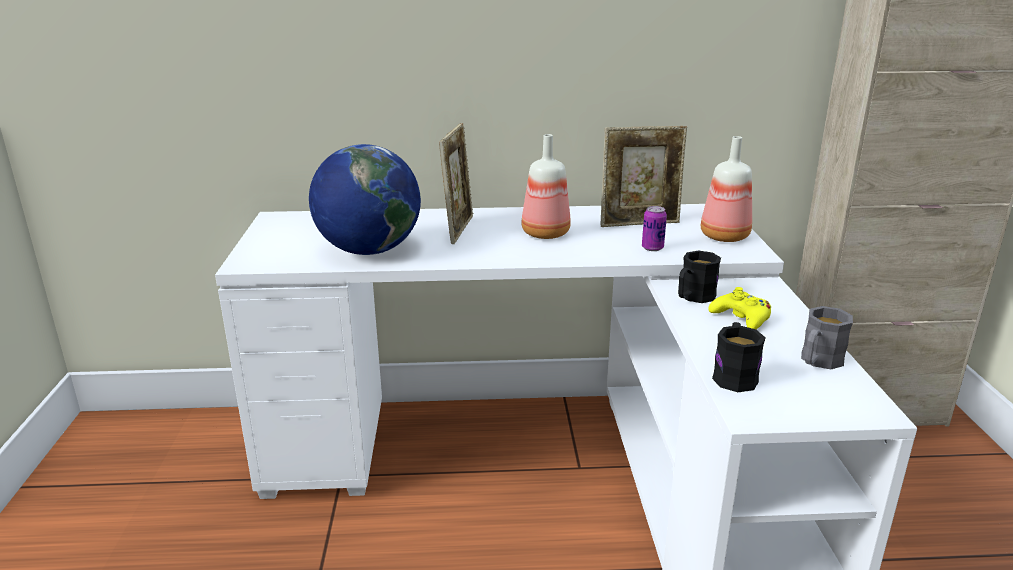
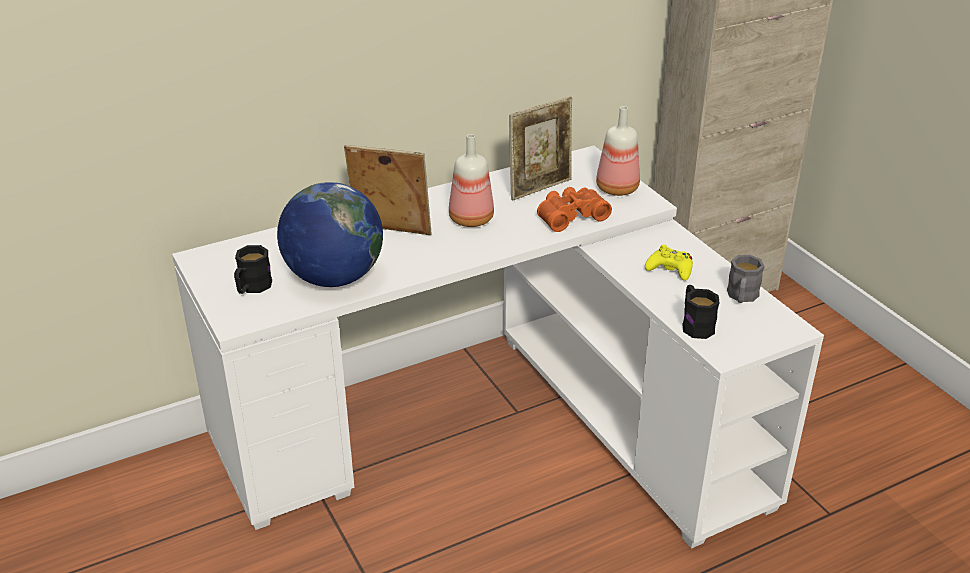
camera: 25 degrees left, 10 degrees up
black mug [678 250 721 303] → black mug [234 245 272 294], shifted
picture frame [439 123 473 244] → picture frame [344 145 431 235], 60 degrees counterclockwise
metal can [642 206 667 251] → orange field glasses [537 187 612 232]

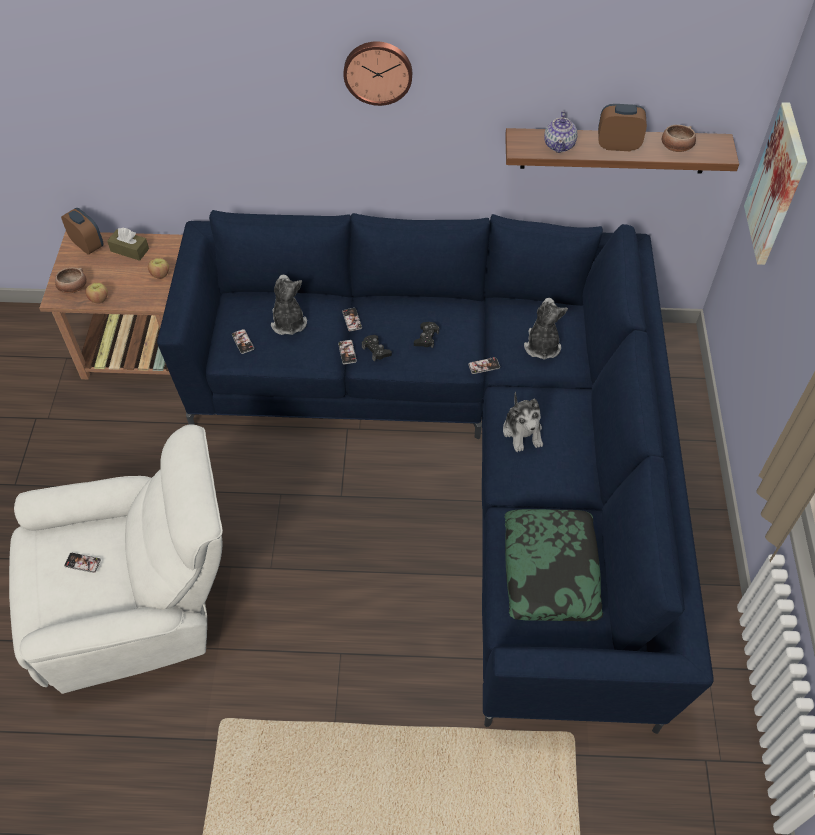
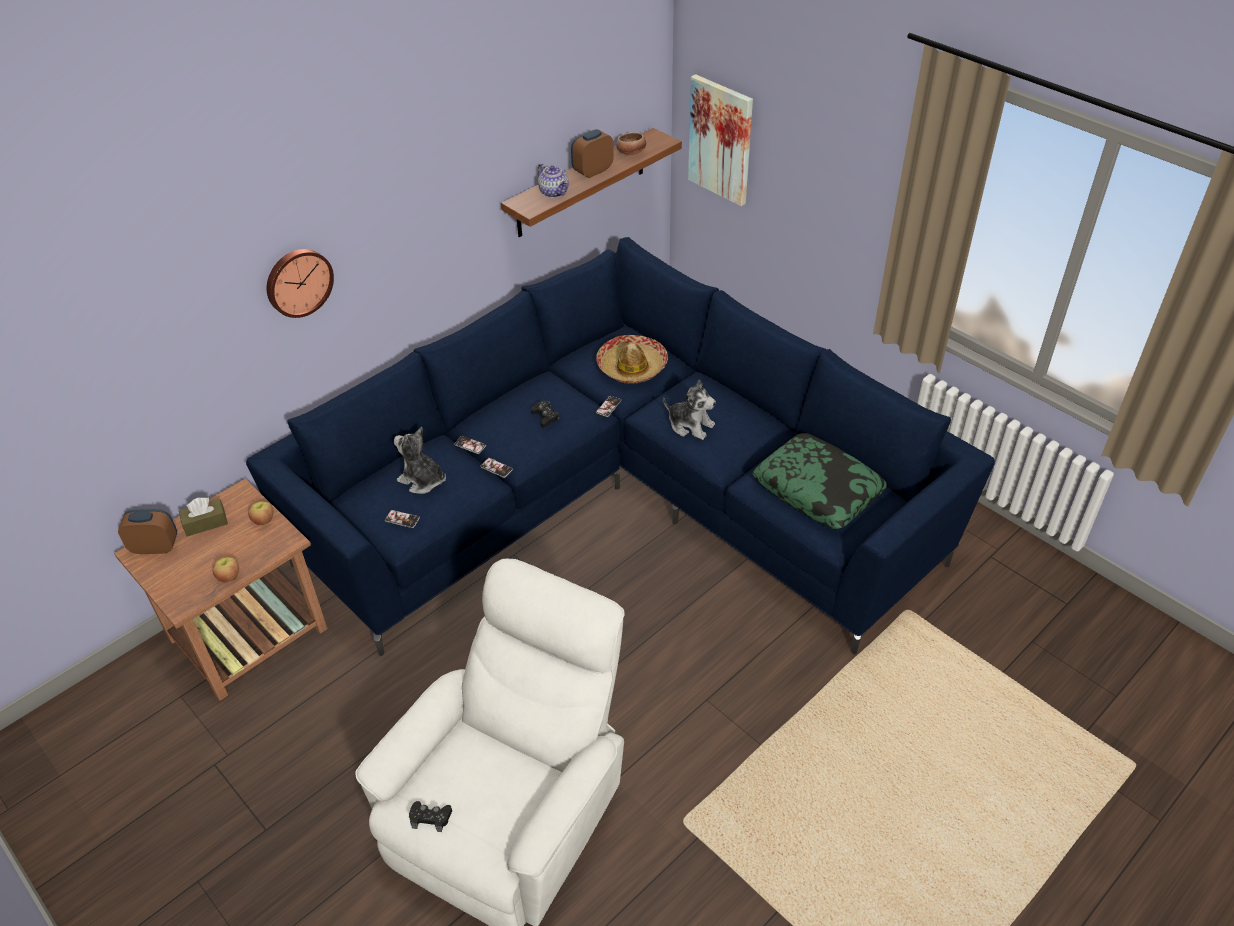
camera: 45 degrees left, 10 degrees down
wall clock [343 41 412 106] → wall clock [267 249 334 318], shifted
black joypad [362 335 392 362] → black joypad [409 801 452 832], shifted
cuddly toy [524 298 568 360] → hat [596 335 668 384]
serving bowl [55 267 87 294] → -
telephone [64 553 101 573] → -

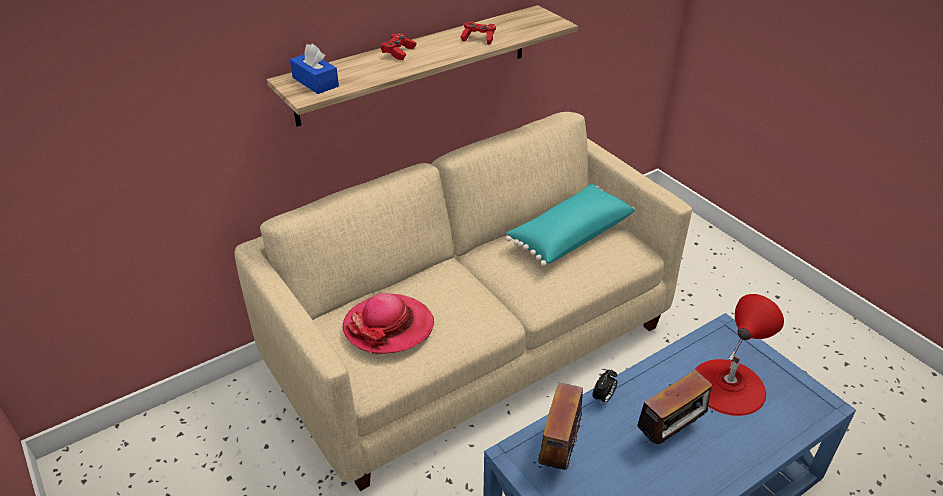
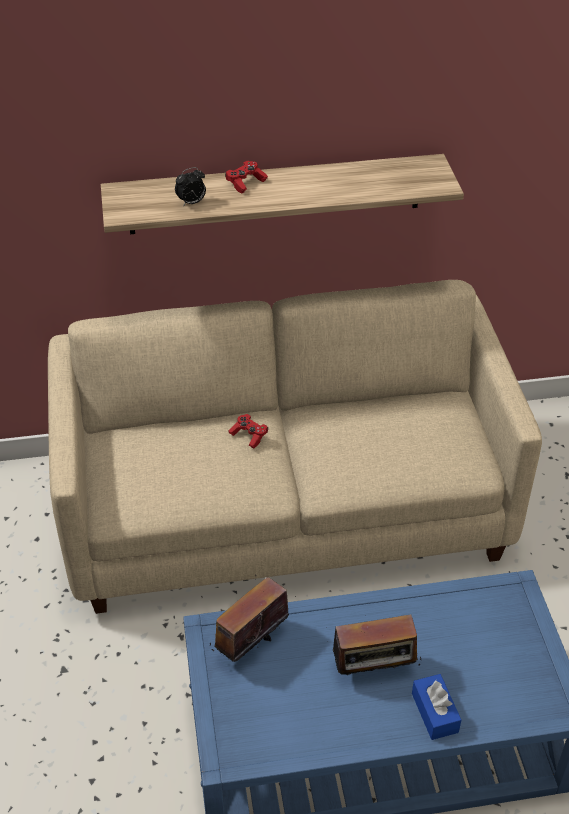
camera: 25 degrees right, 5 degrees up
alarm clock [592 369 617 404] → alarm clock [175 167 206 205], shifted
red joypad [460 21 496 45] → red joypad [229 414 268 449], shifted
blue-coloured tissue holder [290 43 339 94] → blue-coloured tissue holder [412 674 461 740], shifted
hat [343 293 434 355] → -
turquoise-coloured throw pillow [506 184 635 266] → -
red table lamp [694 294 784 416] → -

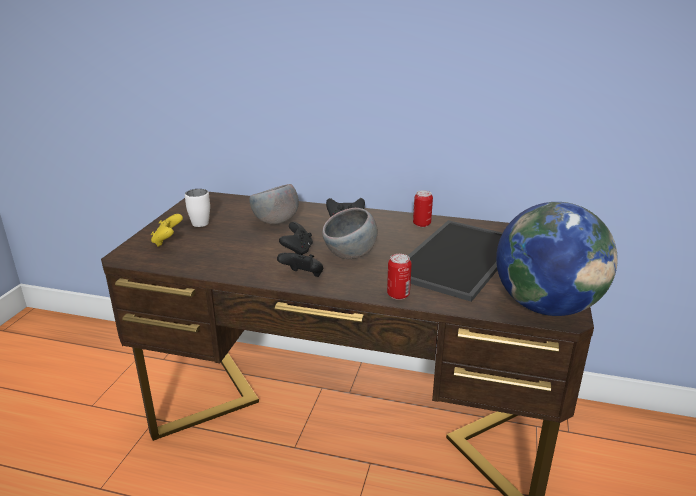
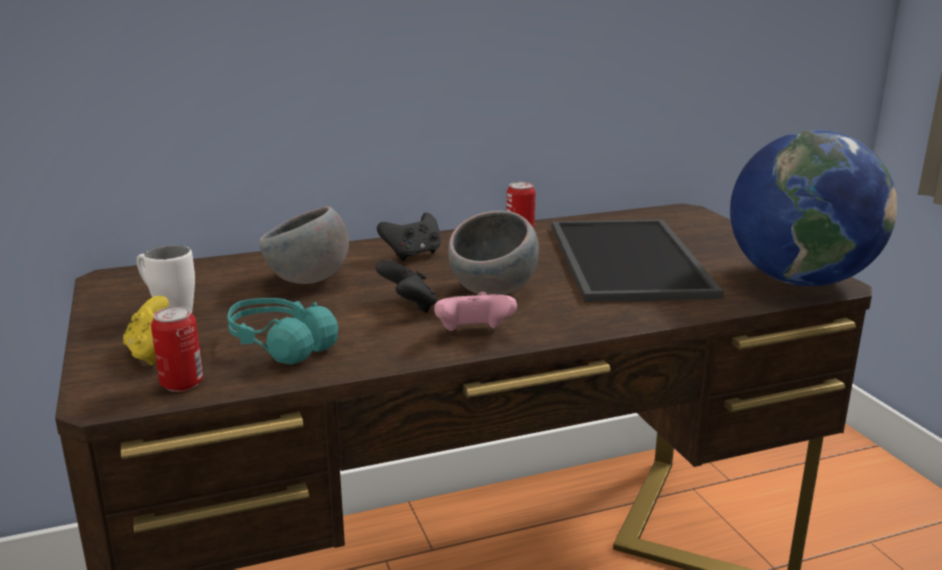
camera: 35 degrees left, 5 degrees down
metal can [387 254 412 300] → metal can [151 306 203 392], shifted
- → turquoise-coloured headset [227 298 338 365]
black joypad [277 253 323 277] → pink-coloured joypad [434 292 517 331]

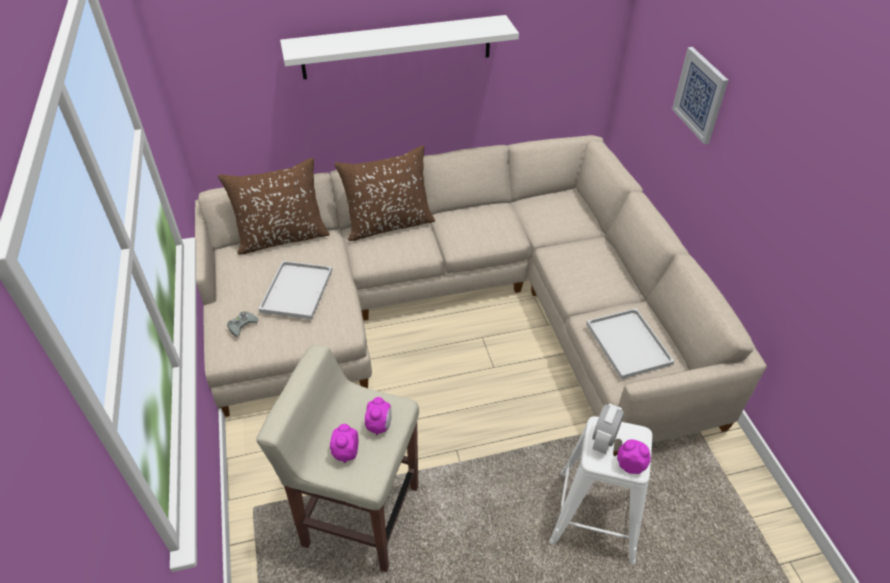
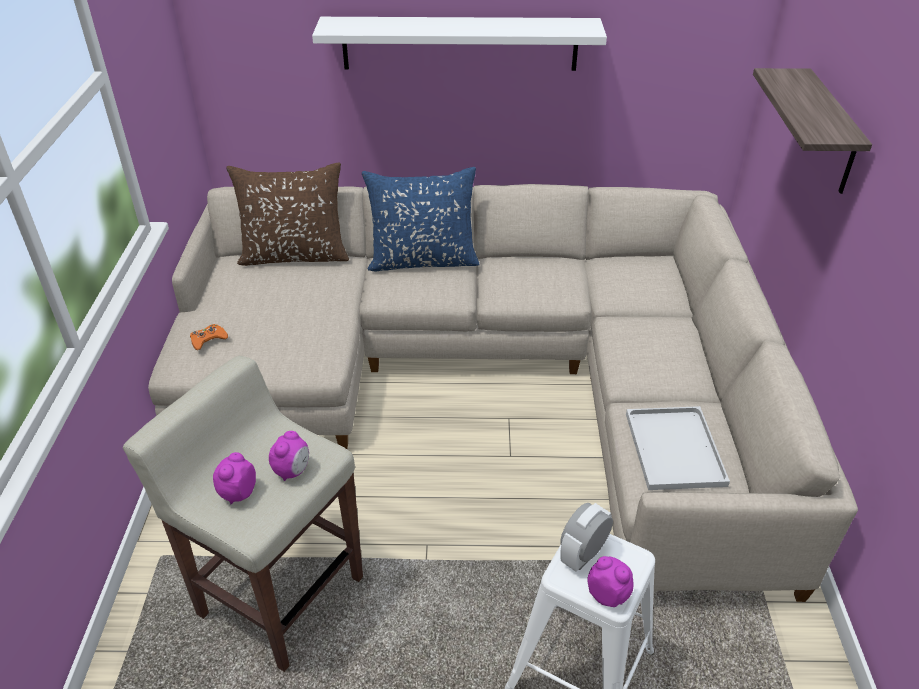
camera: 15 degrees right, 5 degrees down
greyish joypad [227 311 259 336] → orange joypad [190 324 228 350]
brown throw pillow [334 145 435 241] → blue-coloured throw pillow [362 167 480 271]
picture [672 47 729 144] → wall shelf [753 68 872 194]
whitish tray [259 261 332 320] → -

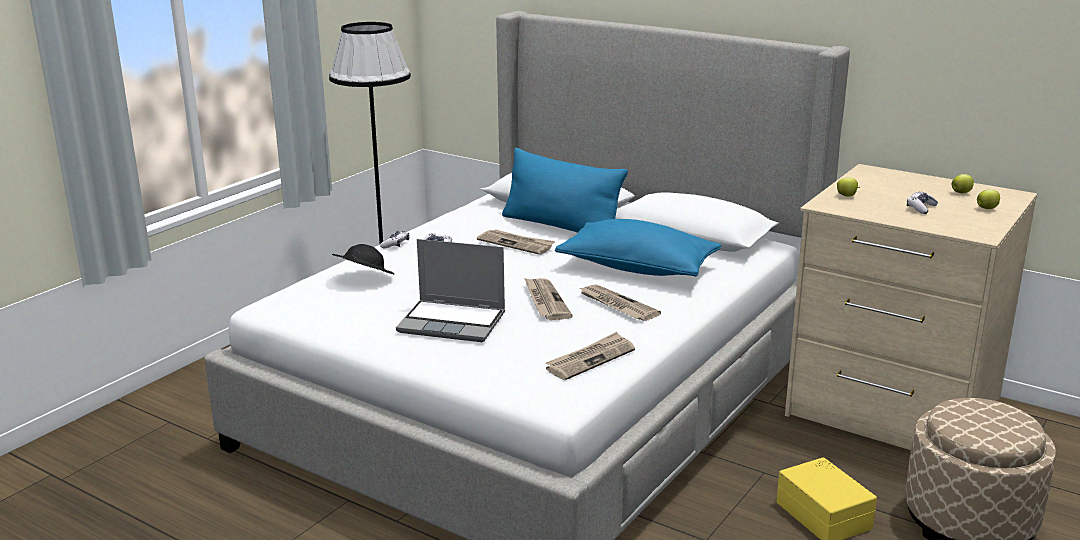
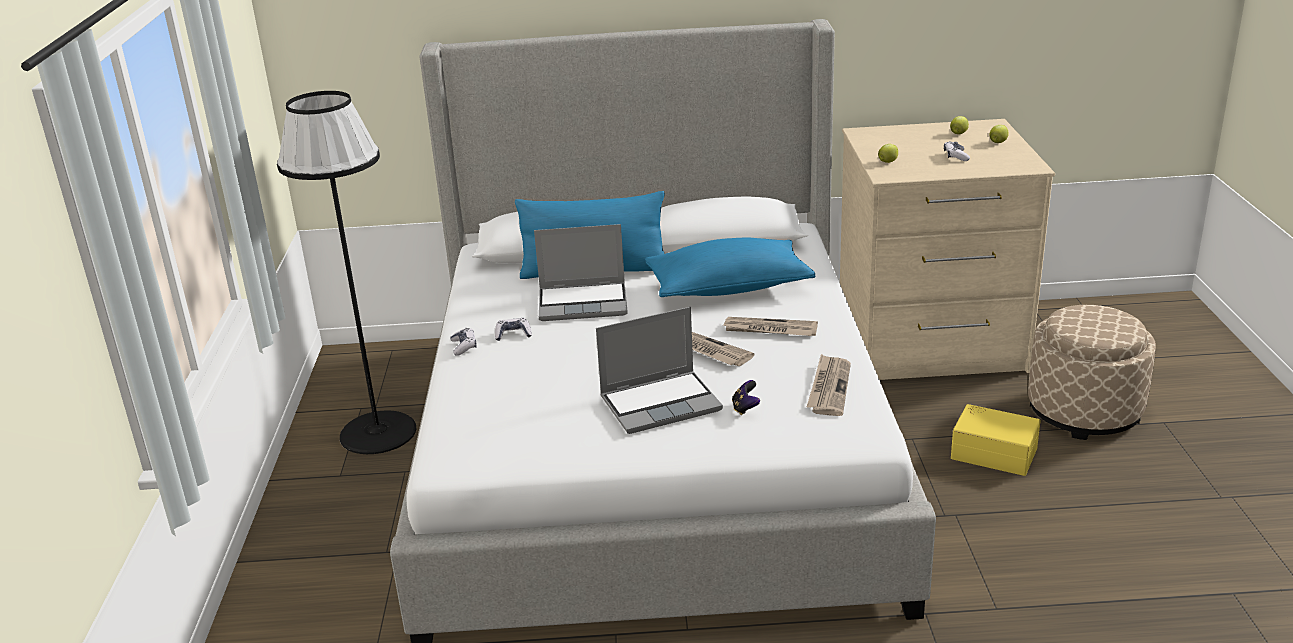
camera: 35 degrees left, 5 degrees up
daily paper [477 230 555 255] → notebook computer [534 224 628 321]
- → joypad [732 380 760 415]
black hat [332 244 394 275] → -

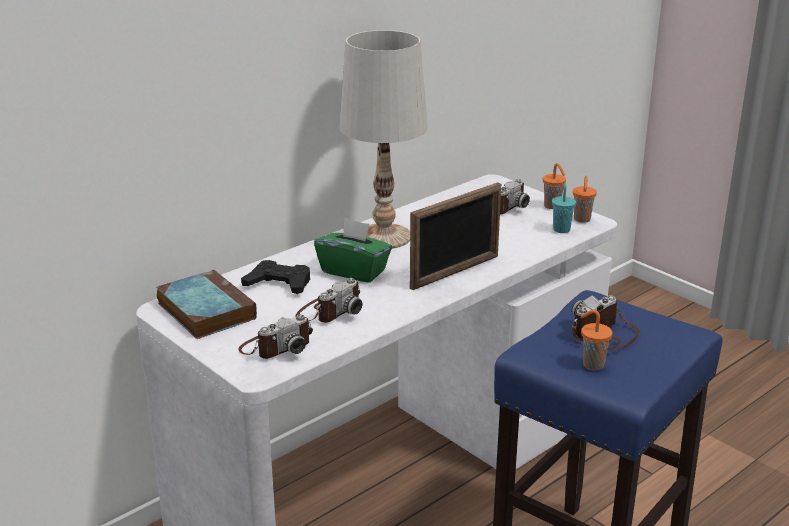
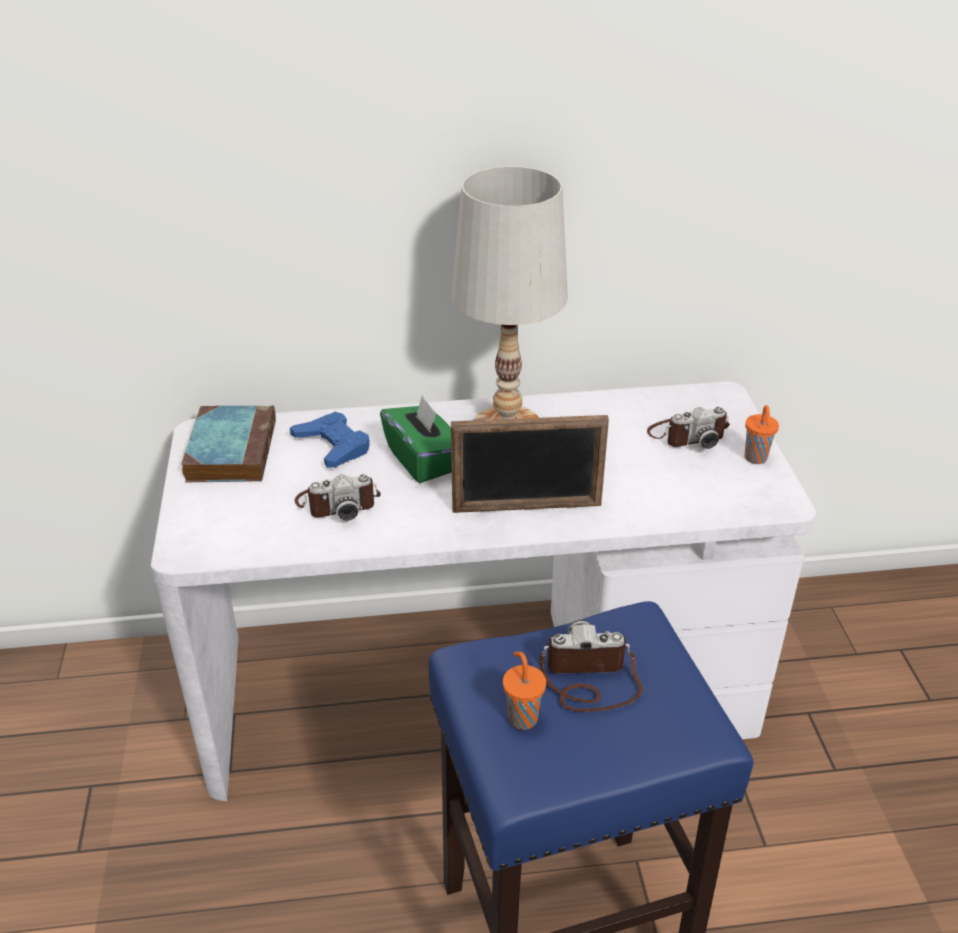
camera: 35 degrees right, 10 degrees up
black joypad [241 260 310 294] → blue-coloured joypad [290 412 370 468]
photo camera [238 314 313 359] → -
turquoise-coloured cup [552 183 576 233] → -
orange cup [573 176 597 223] → -

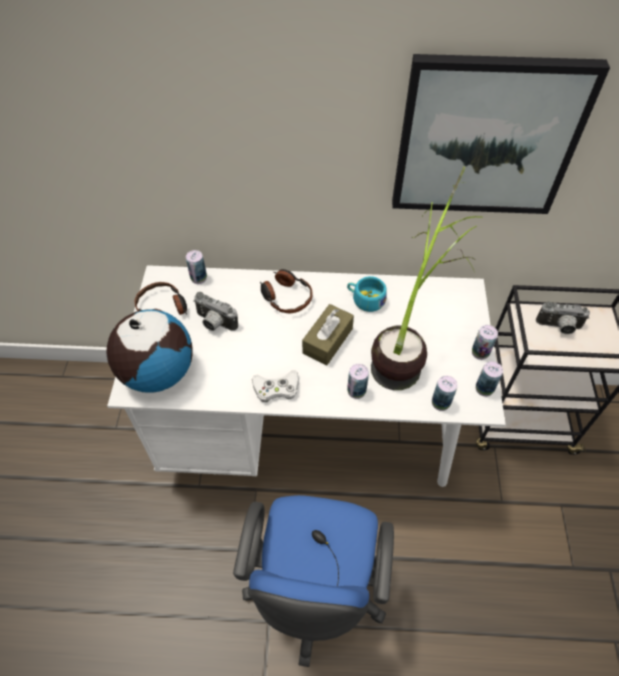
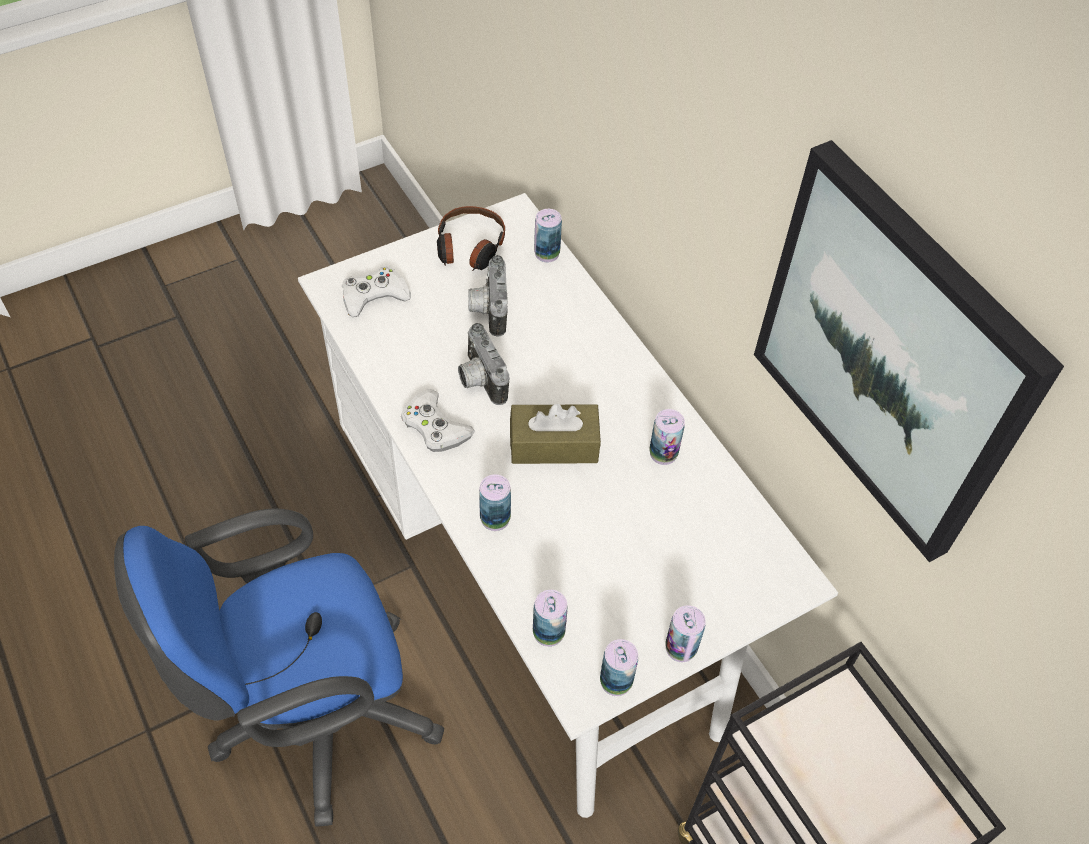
camera: 55 degrees right, 0 degrees up
world globe [107 309 193 393] → whitish joypad [342 266 411 317]
photo camera [536 301 590 334] → photo camera [458 323 509 405], shifted
turquoise-coloured cup [347 276 387 312] → metal can [649 409 685 465]
headset [260 269 313 313] → -
potted plant [371 167 483 390] → -

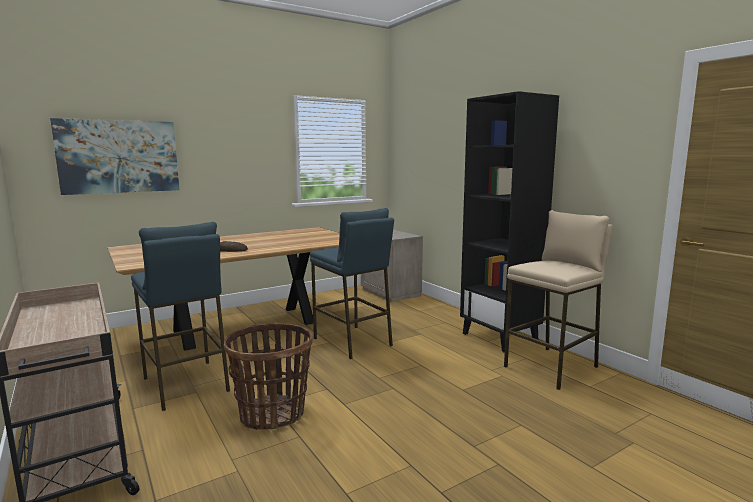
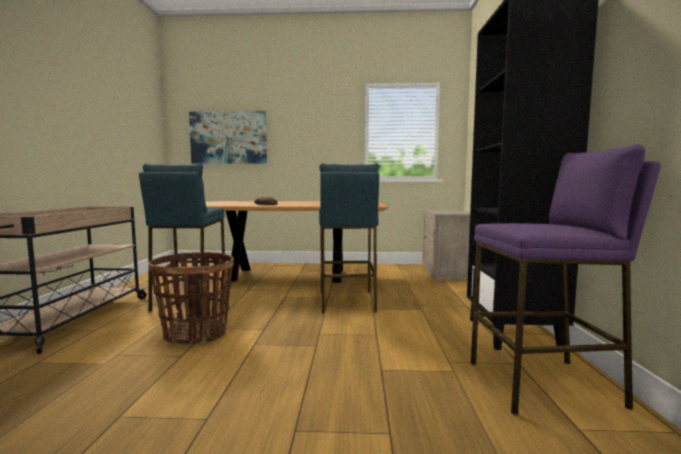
camera: 35 degrees right, 5 degrees down
beige-coloured stool seat [504 210 613 390] → purple-coloured stool seat [471 144 661 415]

